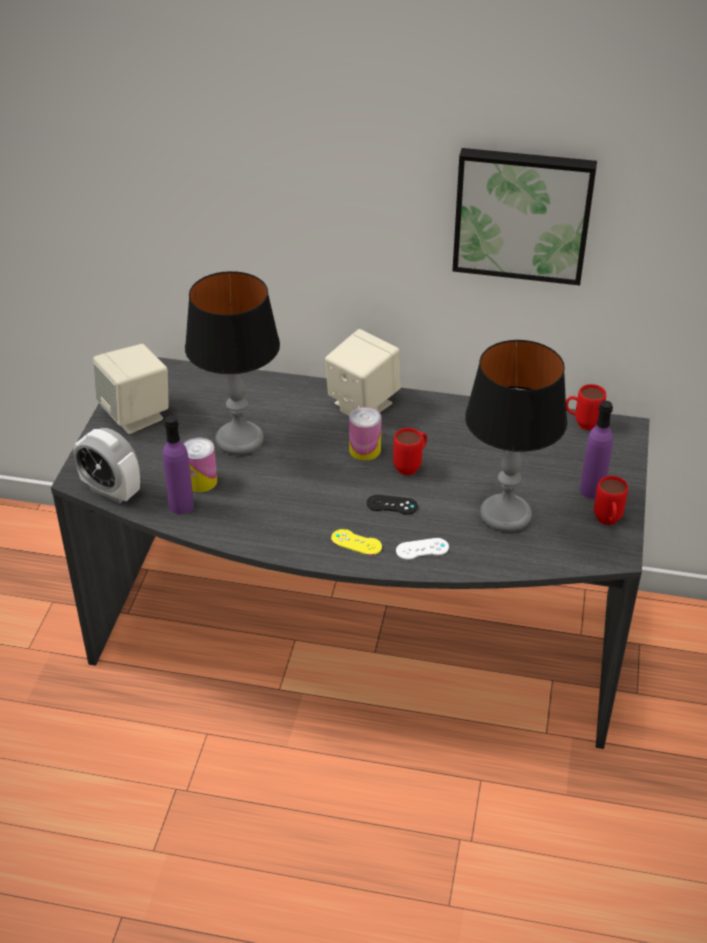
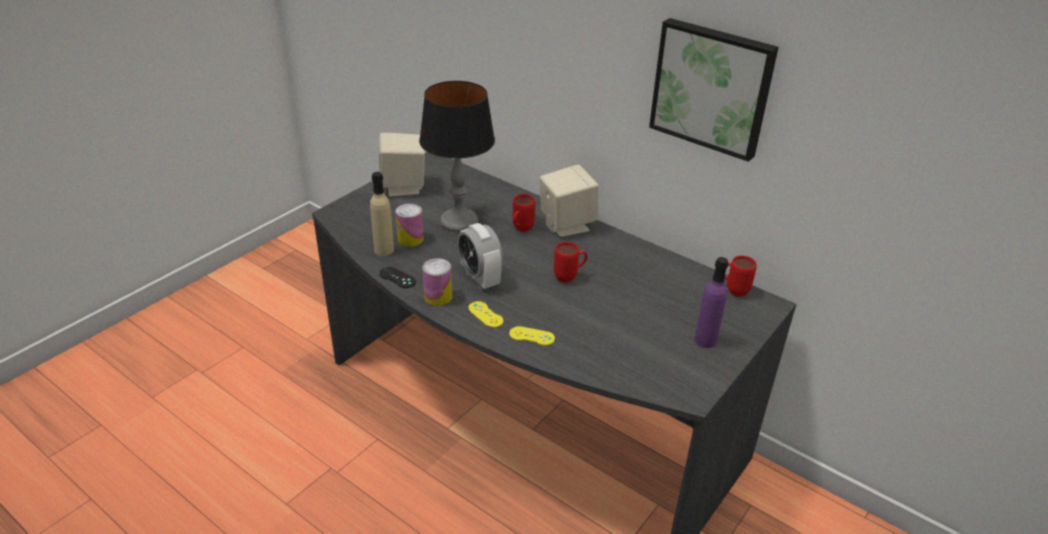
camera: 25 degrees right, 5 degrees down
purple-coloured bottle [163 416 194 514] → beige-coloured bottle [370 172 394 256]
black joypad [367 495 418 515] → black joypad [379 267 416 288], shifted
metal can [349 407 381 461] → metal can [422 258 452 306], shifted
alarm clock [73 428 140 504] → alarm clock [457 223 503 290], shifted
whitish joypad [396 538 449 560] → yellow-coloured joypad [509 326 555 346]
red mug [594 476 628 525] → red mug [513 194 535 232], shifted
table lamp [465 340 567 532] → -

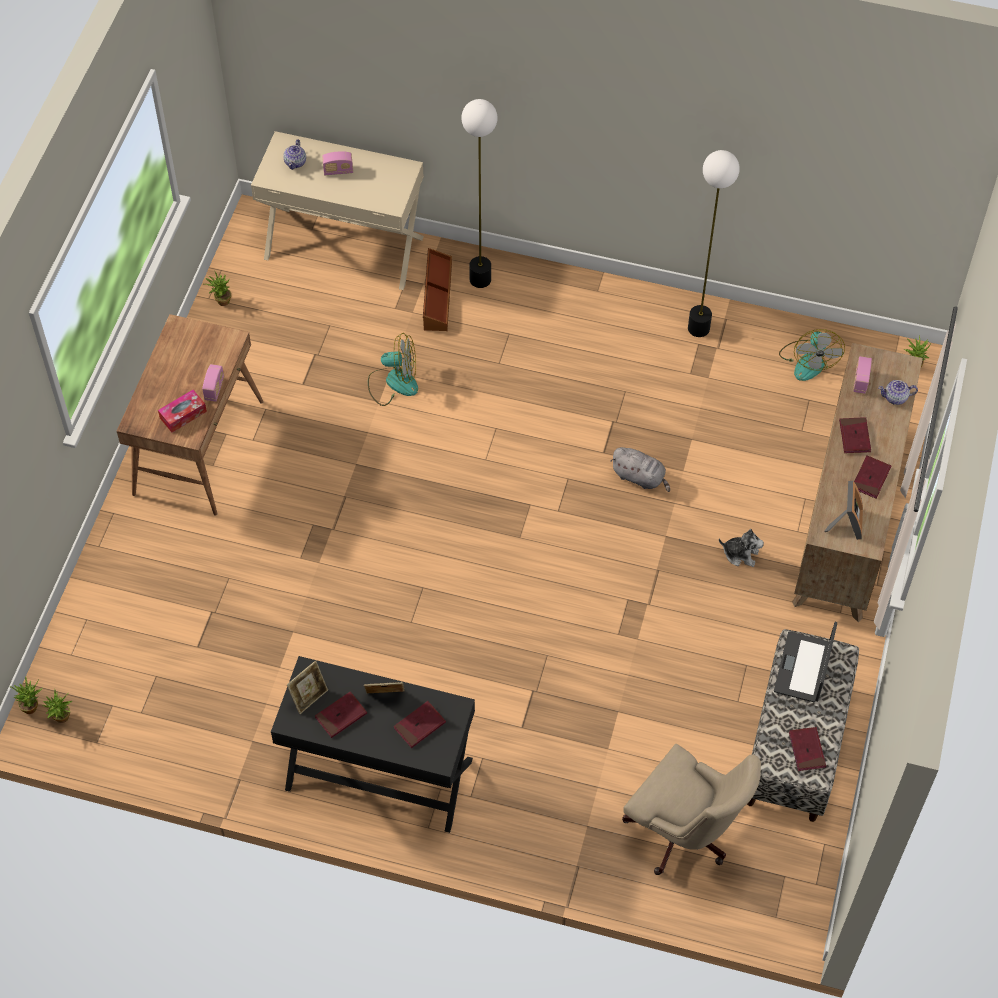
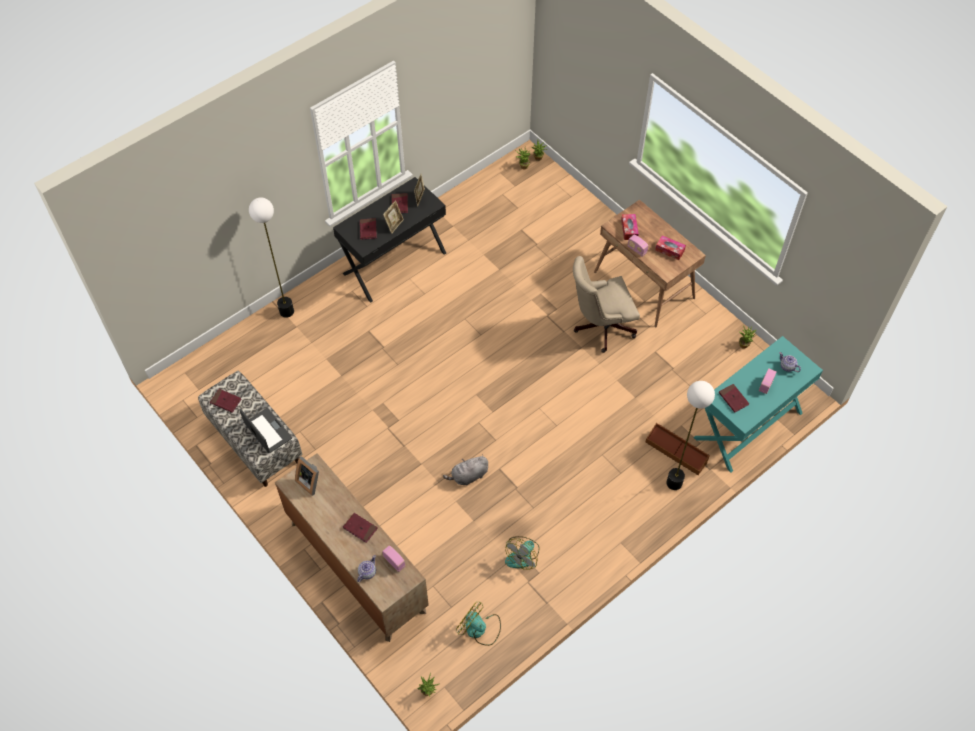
camera: 125 degrees right, 0 degrees up
standard lamp [688 150 740 337] → standard lamp [249 197 294 318], shifted
fan [368 333 418 406] → fan [505 536 539 570], shifted
beige-coloured office chair [622 744 761 875] → beige-coloured office chair [573 256 640 353], shifted
- → tissue holder [655 235 686 260]
beige-coloured desk [251 131 424 290] → turquoise-coloured desk [693 336 823 472]
red volume [854 455 891 499] → red volume [719 384 749 413], shifted
cuddly toy [719 529 764 567] → -

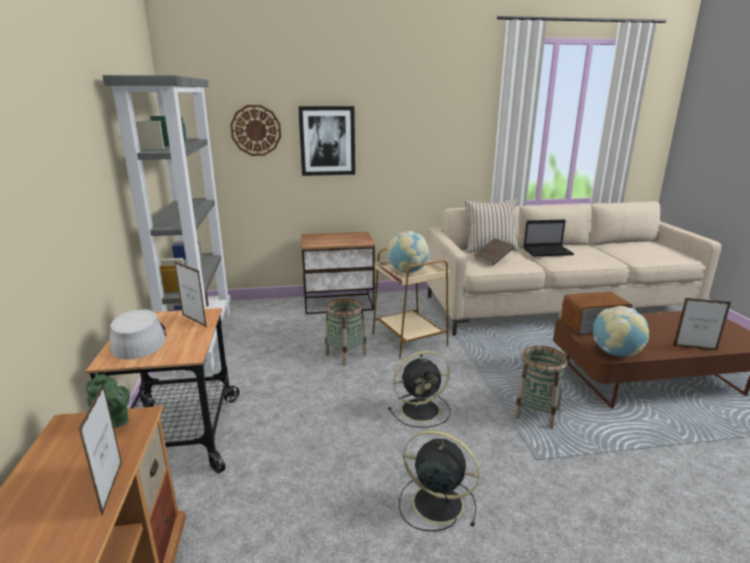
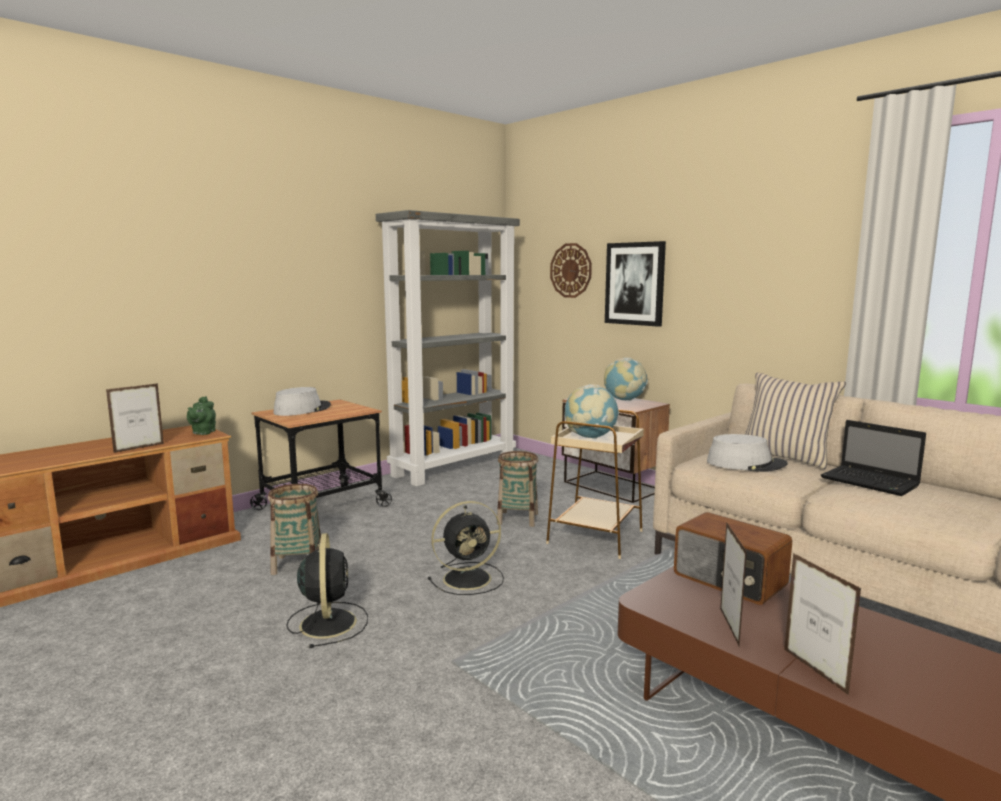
camera: 55 degrees right, 10 degrees down
storage basket [514 346 567 429] → storage basket [268 484 321 575], shifted
black fan [388 351 451 428] → black fan [428 501 504 595], 60 degrees counterclockwise
world globe [593 306 649 357] → world globe [604 357 648 401], shifted
brown volume [474 238 514 266] → greyish hat [707 434 788 472]
picture frame [174 261 207 327] → picture frame [720 522 747 648], shifted

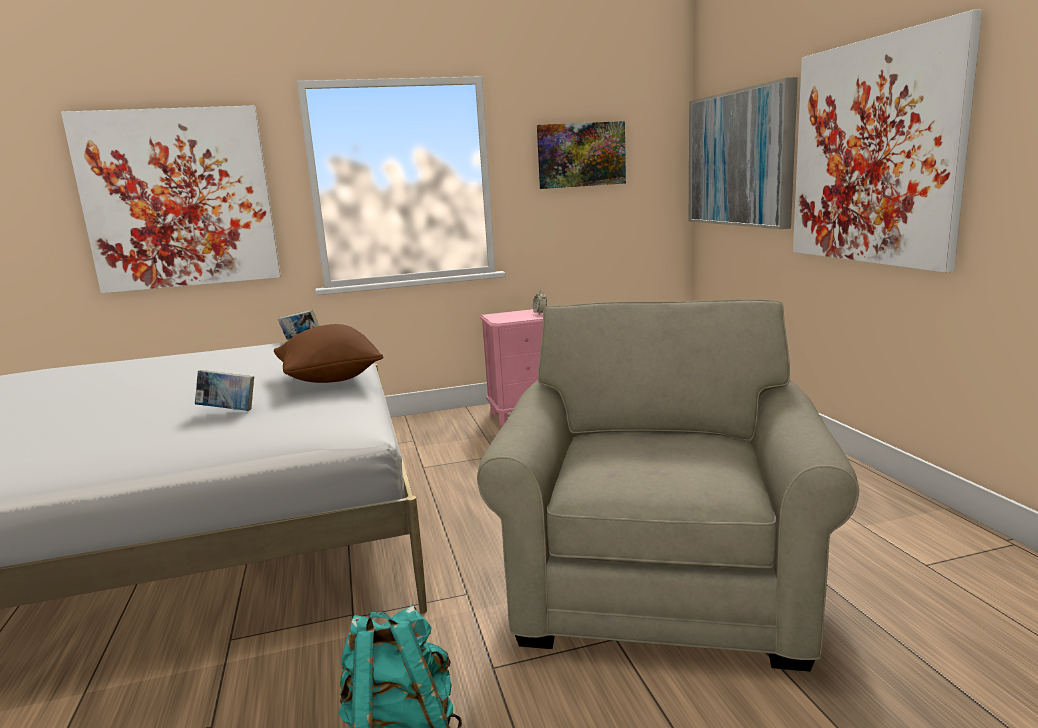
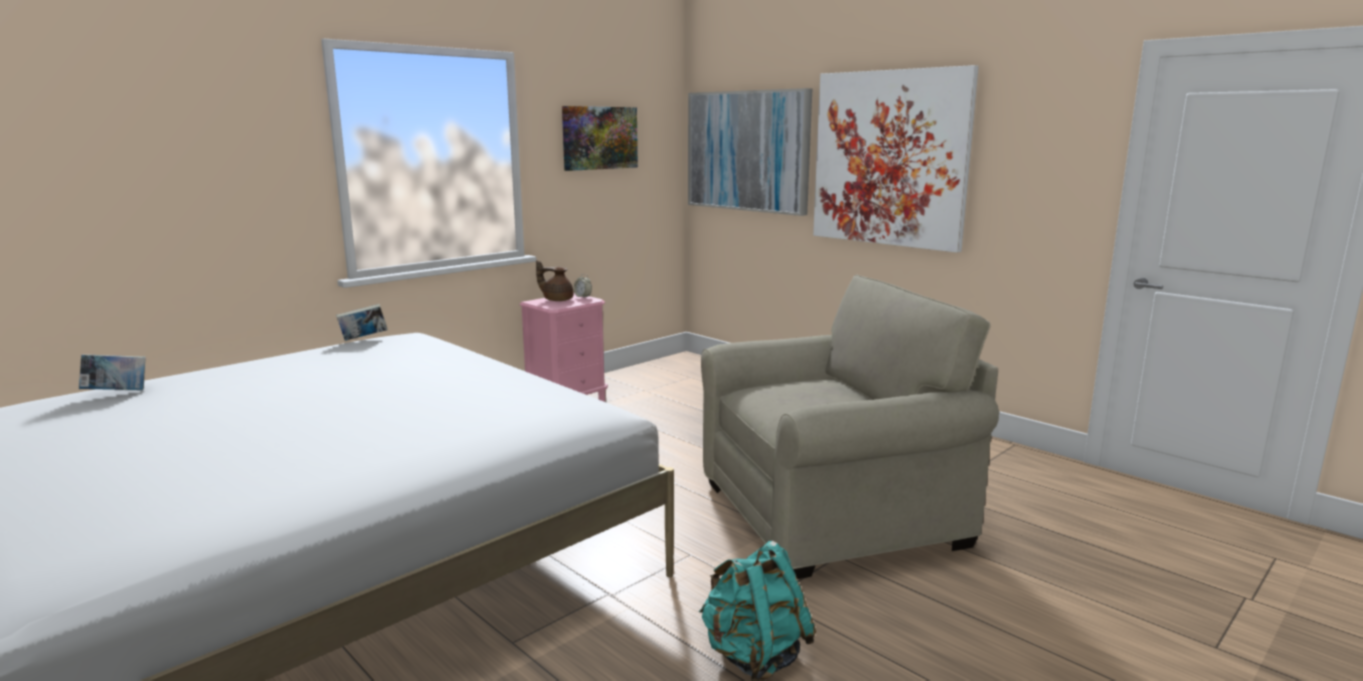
camera: 30 degrees left, 0 degrees up
volume [195 370 254 411] → volume [79 354 146 390], shifted
- → brown pot for tea [536 260 574 301]
beige-coloured armchair [477 299 859 671] → beige-coloured armchair [701 274 999 579], 90 degrees clockwise
picture [61 106 281 294] → -
brown throw pillow [274 324 383 383] → -

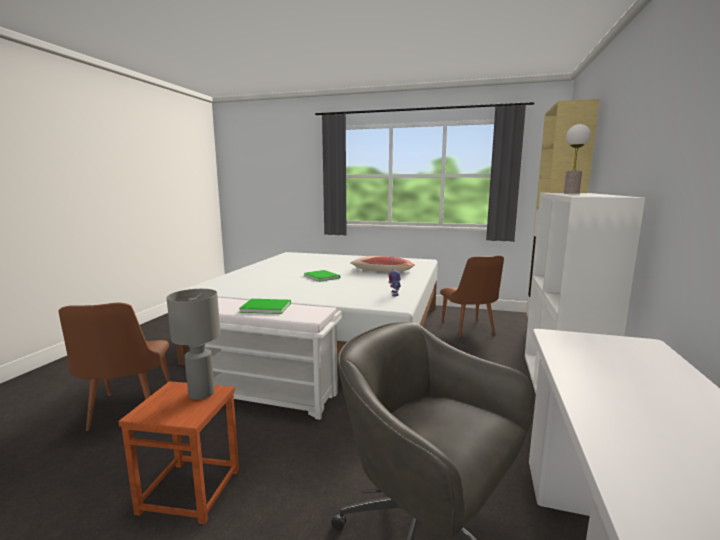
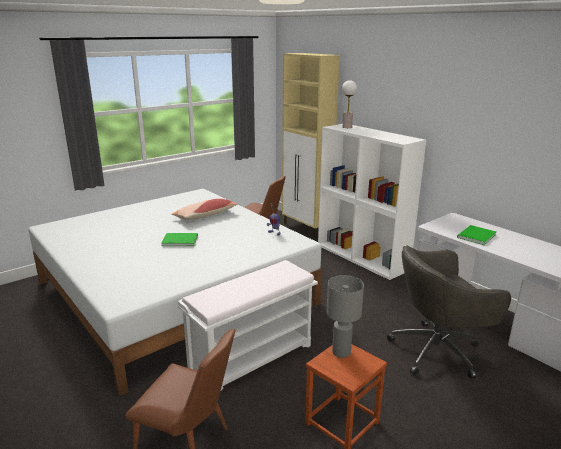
camera: 55 degrees left, 10 degrees up
green volume [239 299 291 314] → green volume [457 225 496 245], shifted

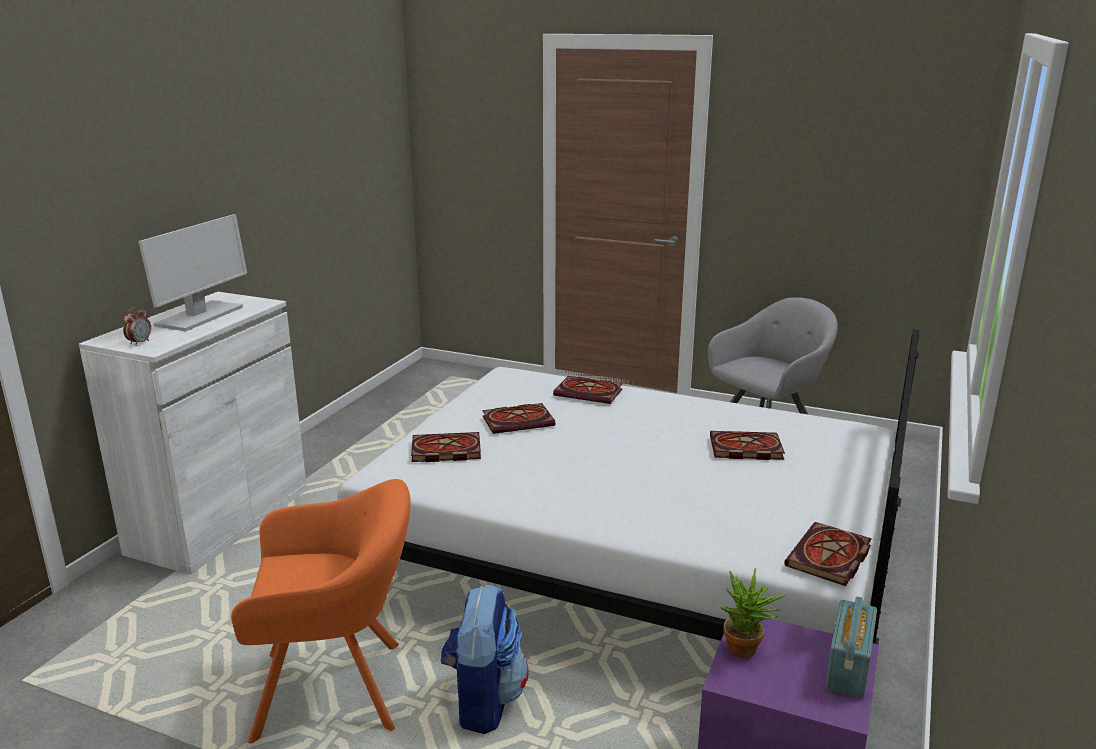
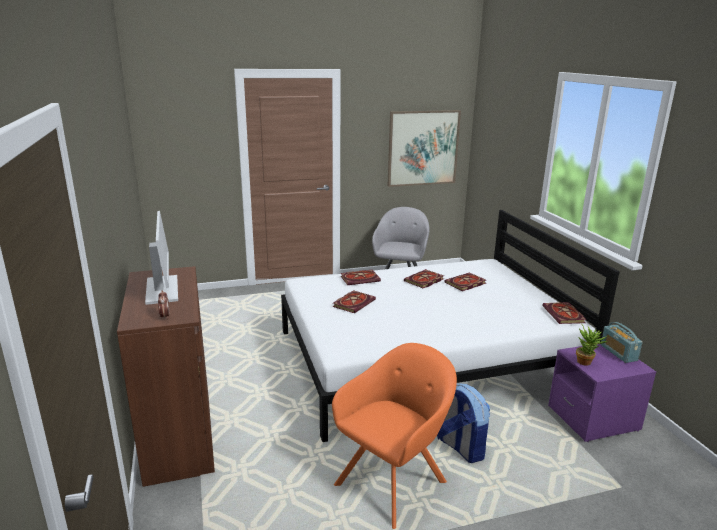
camera: 40 degrees left, 0 degrees up
whitish cupboard [79 292 307 574] → brown cupboard [117 266 215 487]
- → picture [388 110 461 187]
volume [411 432 481 462] → volume [404 269 444 288], shifted

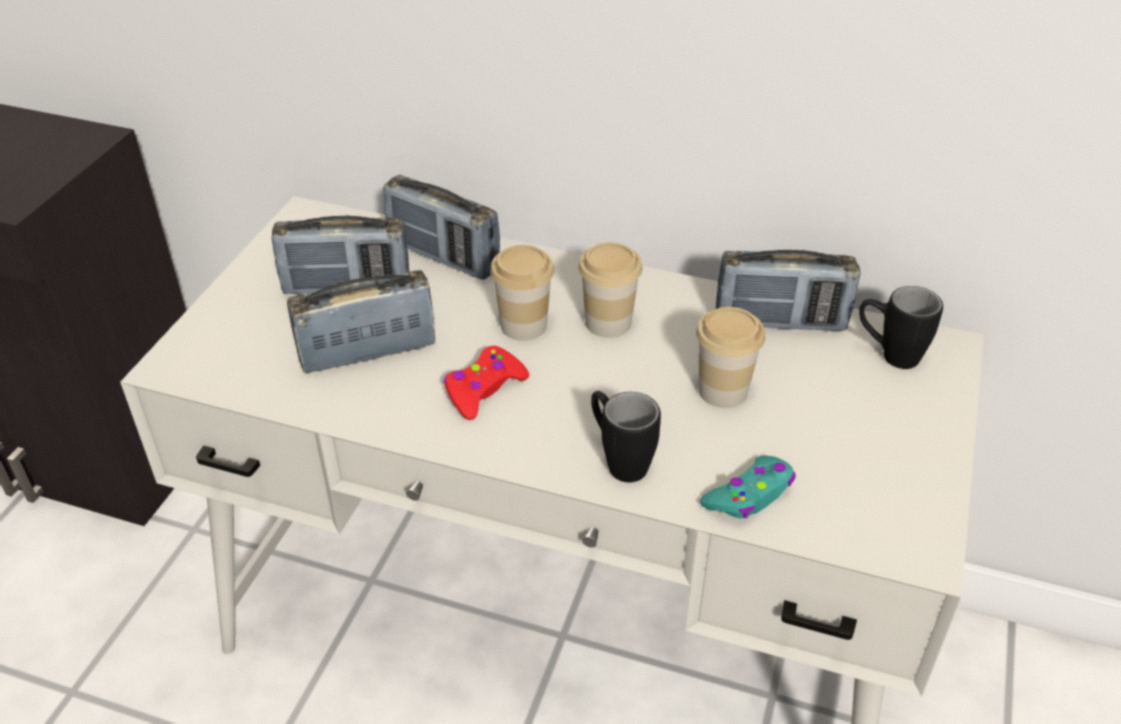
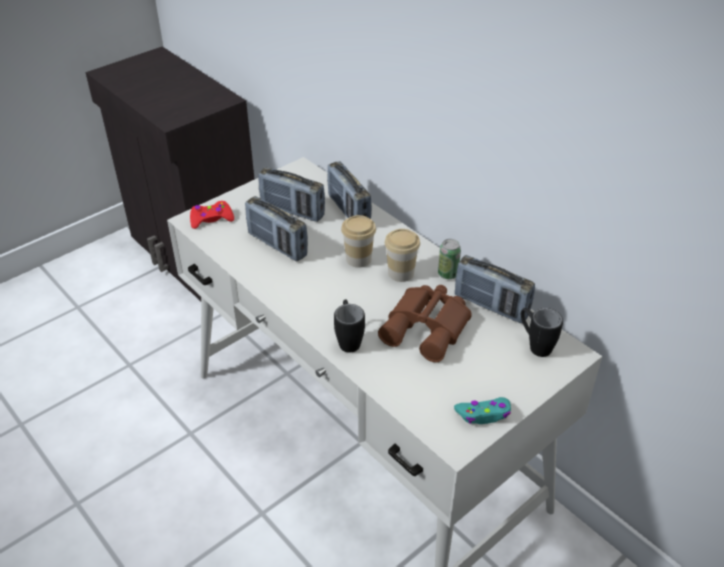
camera: 30 degrees right, 0 degrees up
red joypad [444 346 529 420] → red joypad [190 201 234 229], shifted
radio [287 270 435 373] → radio [245 196 308 261], 150 degrees counterclockwise
cup [696 307 765 408] → brown field glasses [378 285 472 362]
- → metal can [438 239 461 279]
turquoise-coloured joypad [700 455 796 518] → turquoise-coloured joypad [454 397 511 424], shifted

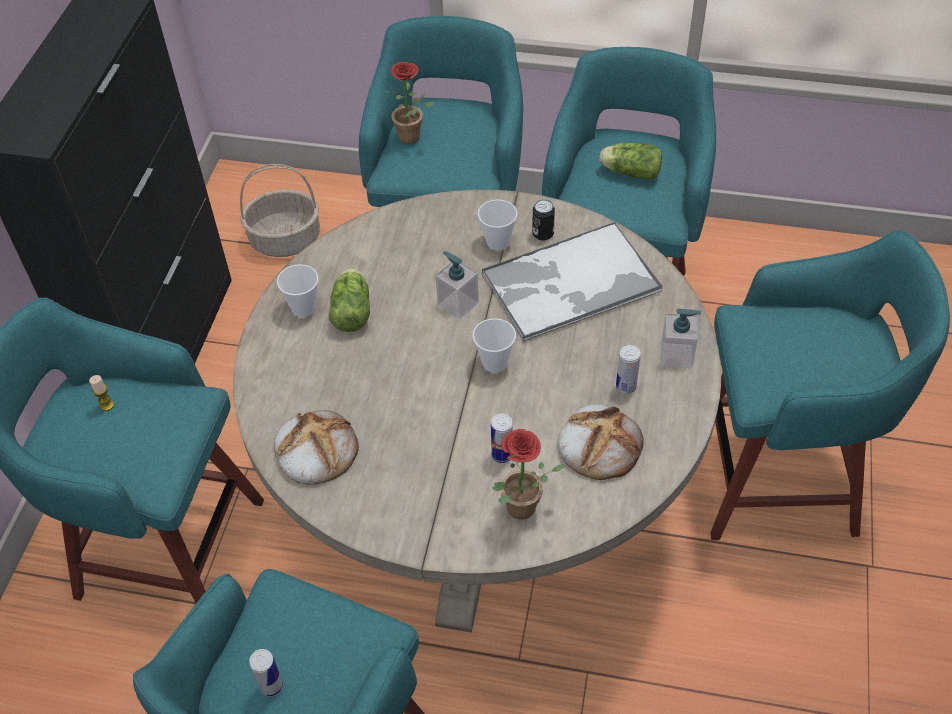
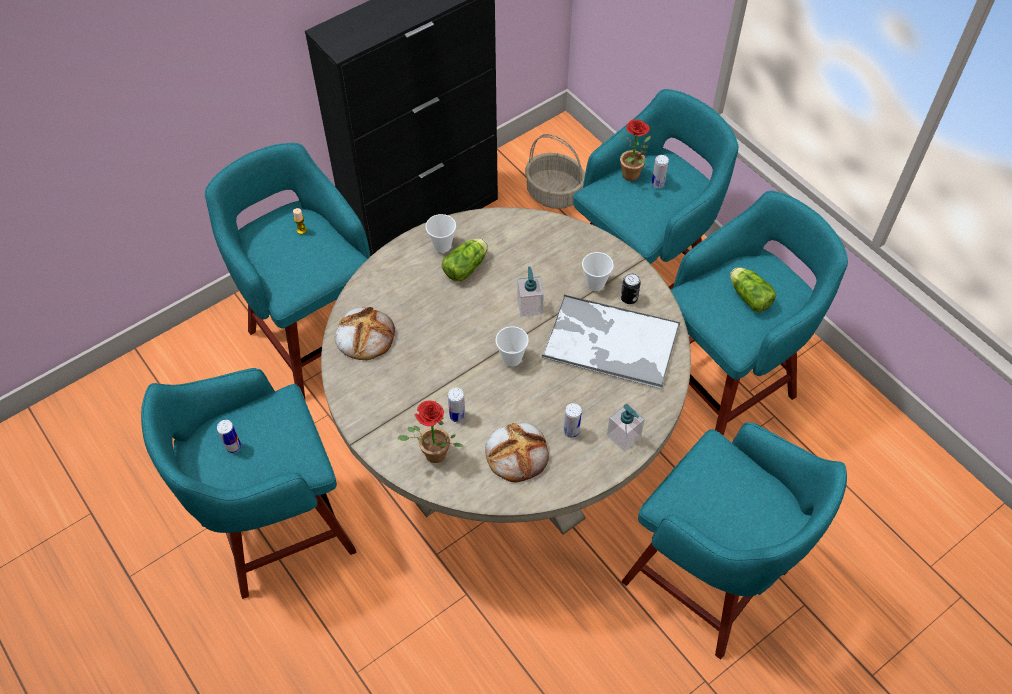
camera: 40 degrees right, 5 degrees up
- → metal can [651 155 669 188]

